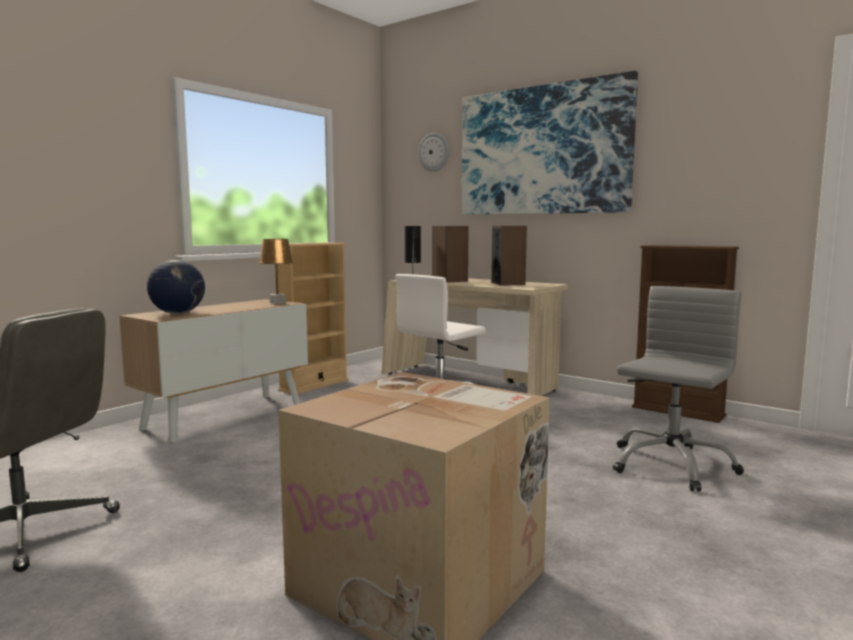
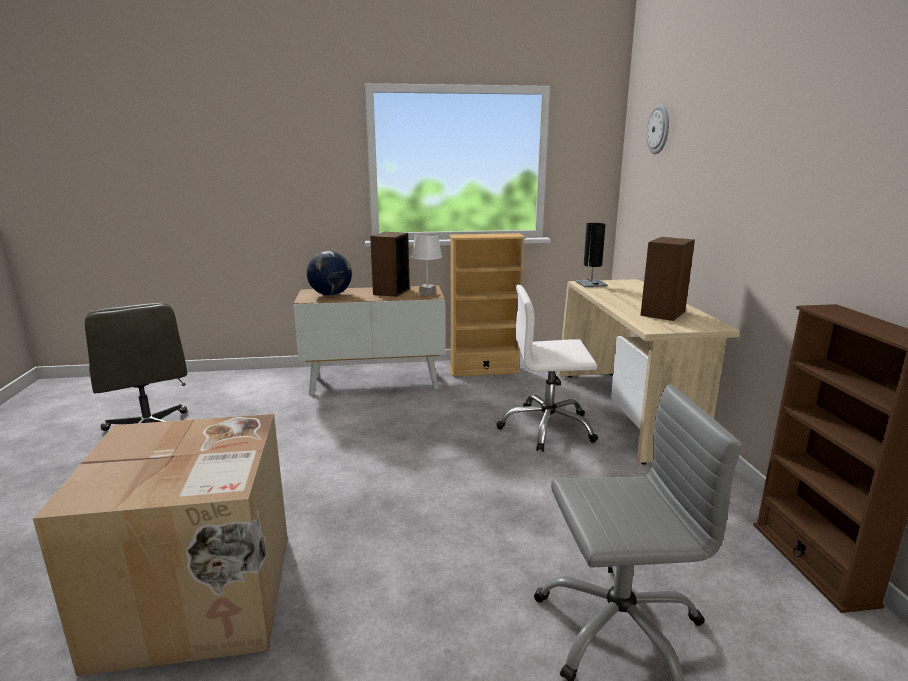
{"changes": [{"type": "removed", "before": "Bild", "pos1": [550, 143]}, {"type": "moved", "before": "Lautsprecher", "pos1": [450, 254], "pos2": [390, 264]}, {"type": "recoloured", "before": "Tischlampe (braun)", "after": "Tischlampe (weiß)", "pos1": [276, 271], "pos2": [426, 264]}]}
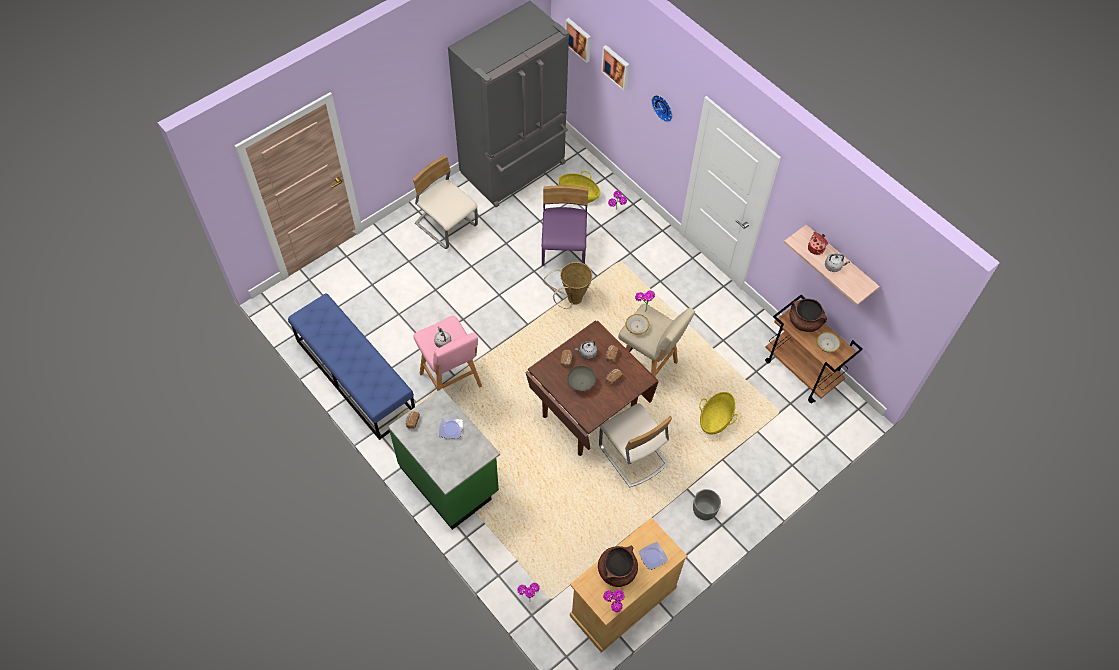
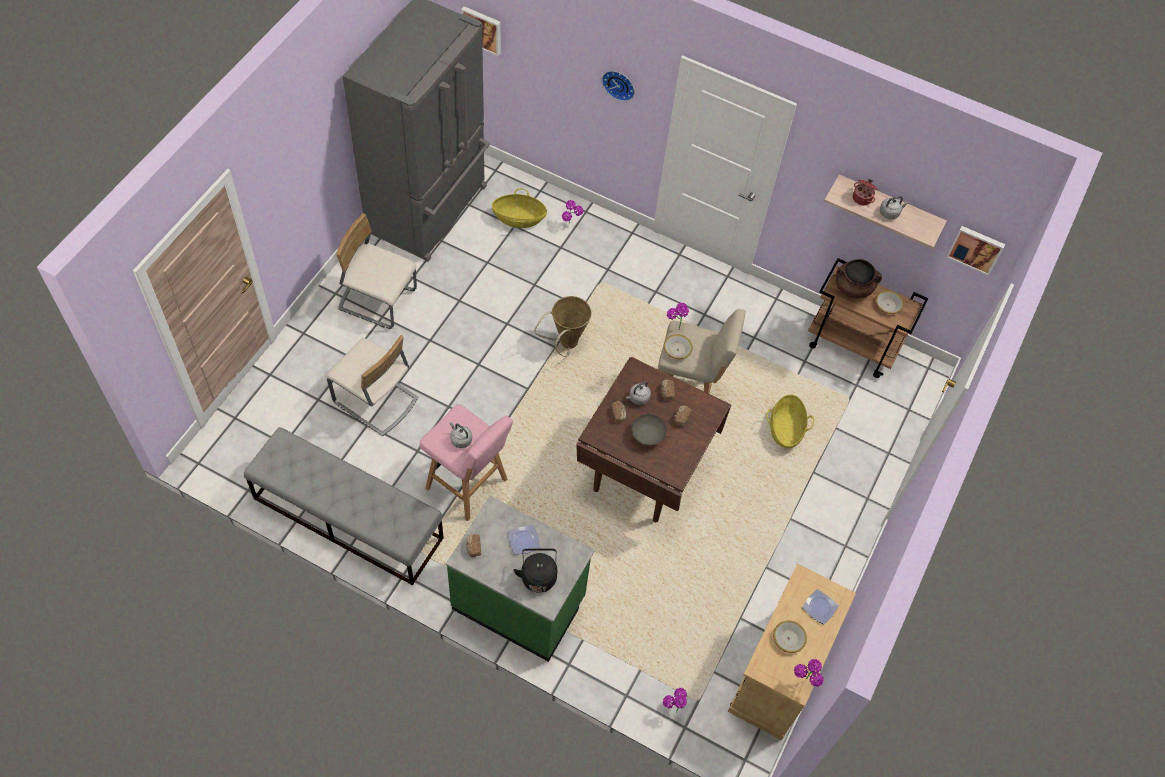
{"changes": [{"type": "removed", "before": "Stuhl (lila)", "pos1": [564, 225]}, {"type": "removed", "before": "Pflanzkübel (grau)", "pos1": [707, 504]}, {"type": "added", "after": "Wasserkessel (schwarz)", "pos2": [536, 570]}, {"type": "moved", "before": "Stuhl (beige)", "pos1": [635, 445], "pos2": [372, 385]}, {"type": "moved", "before": "Bild", "pos1": [615, 68], "pos2": [975, 251]}, {"type": "replaced", "before": "Kochtopf (braun)", "after": "Schüssel", "pos1": [618, 566], "pos2": [790, 637]}, {"type": "recoloured", "before": "Bank (blau)", "after": "Bank (grau)", "pos1": [351, 366], "pos2": [344, 506]}]}
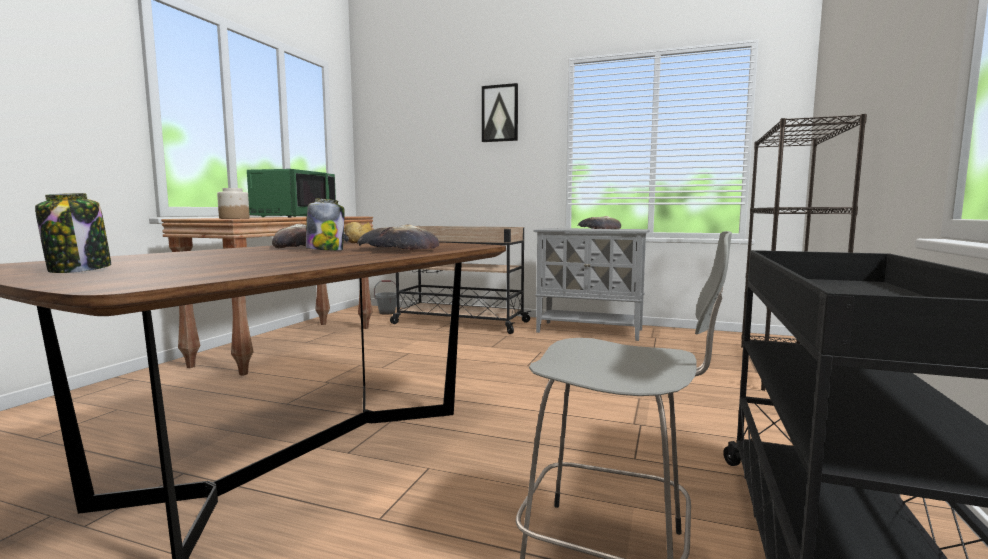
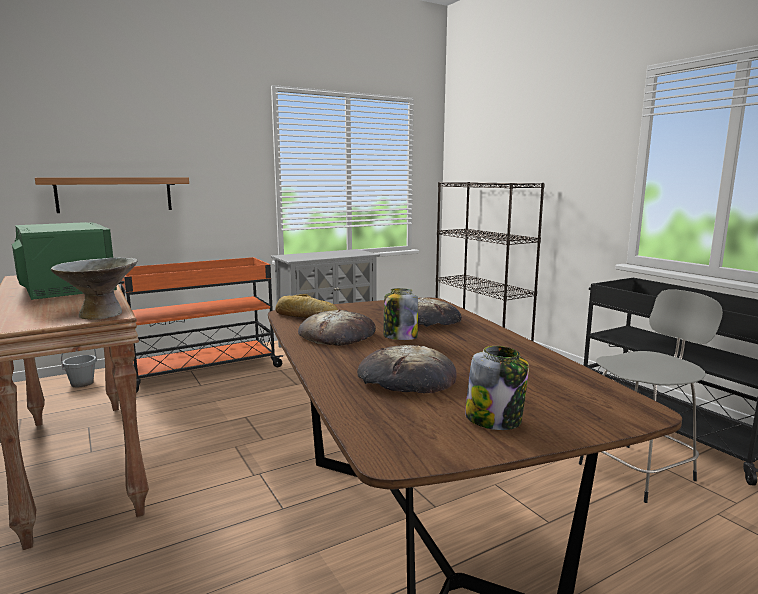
{"changes": [{"type": "removed", "before": "Bild", "pos1": [500, 112]}, {"type": "added", "after": "Wandregal", "pos2": [112, 195]}, {"type": "moved", "before": "Brot", "pos1": [599, 222], "pos2": [407, 369]}, {"type": "replaced", "before": "Vorratsglas", "after": "Schüssel (grau)", "pos1": [233, 203], "pos2": [94, 289]}, {"type": "recoloured", "before": "Rollwagen (beige)", "after": "Rollwagen (orange)", "pos1": [461, 280], "pos2": [201, 325]}]}
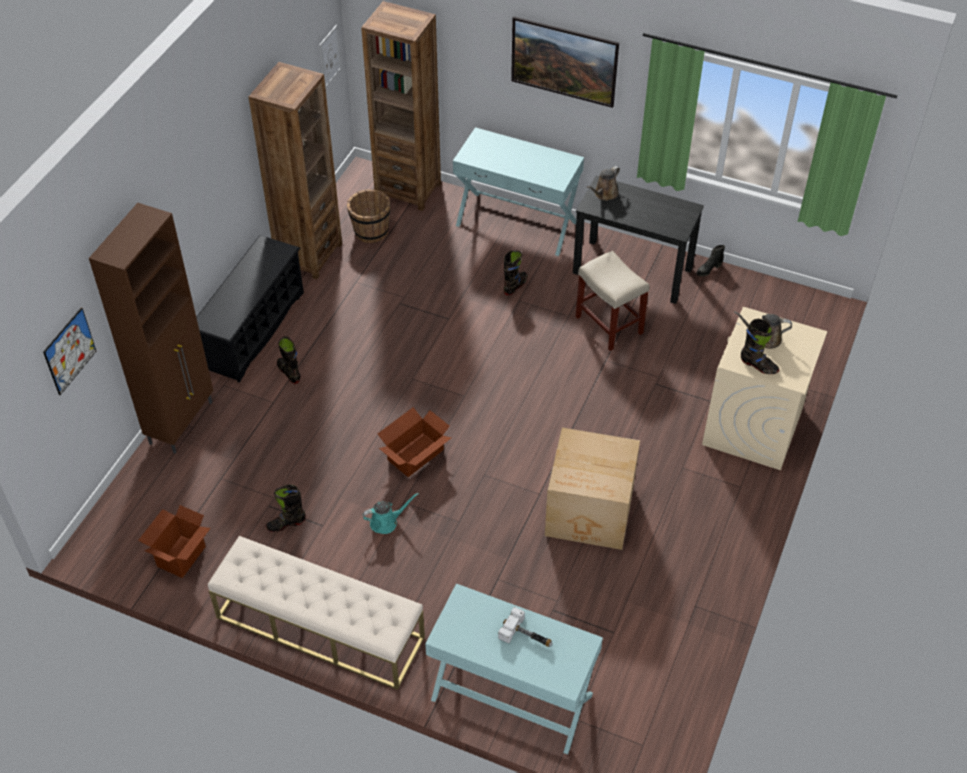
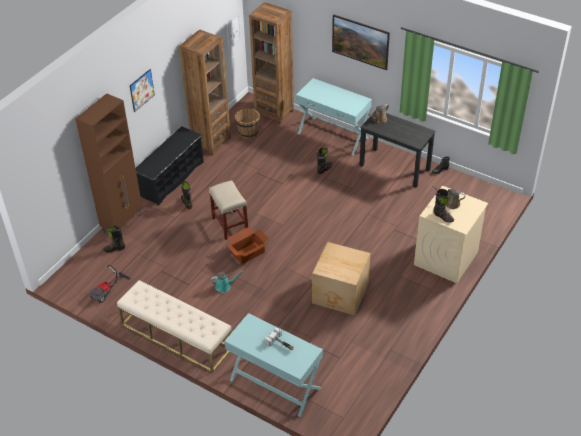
{"changes": [{"type": "moved", "before": "Bild", "pos1": [69, 351], "pos2": [142, 90]}, {"type": "moved", "before": "Stiefel (schwarz)", "pos1": [286, 508], "pos2": [114, 239]}, {"type": "moved", "before": "Hocker (beige)", "pos1": [612, 301], "pos2": [228, 210]}, {"type": "replaced", "before": "Karton", "after": "Staubsauger", "pos1": [174, 541], "pos2": [109, 284]}]}
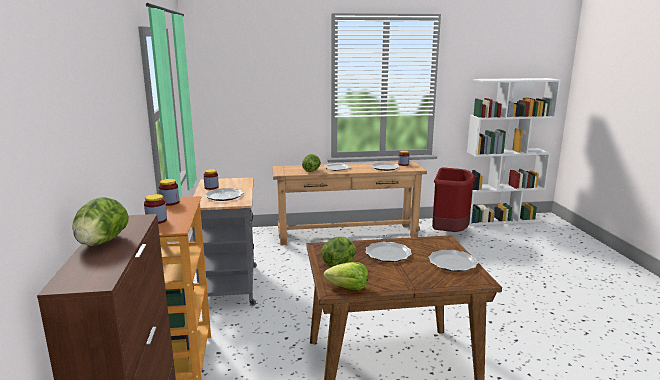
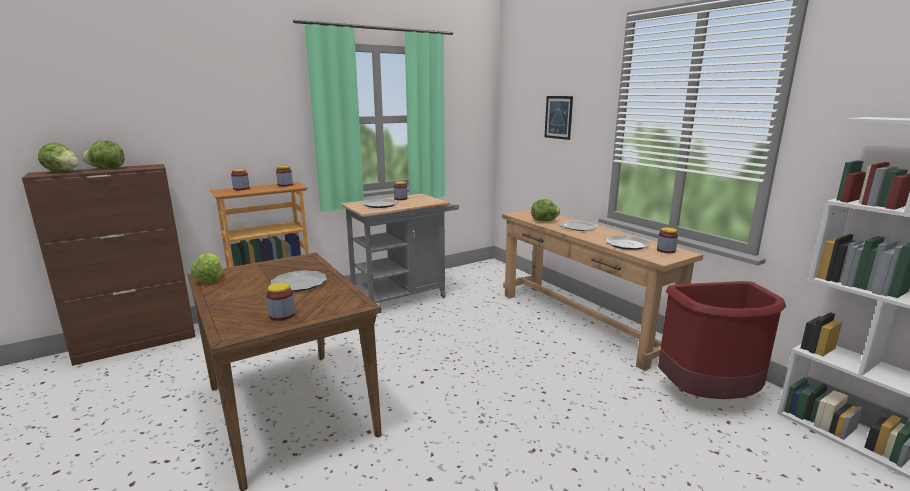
{"changes": [{"type": "added", "after": "Bild", "pos2": [559, 118]}, {"type": "moved", "before": "Salatkopf", "pos1": [338, 252], "pos2": [58, 157]}, {"type": "replaced", "before": "Teller", "after": "Vorratsglas", "pos1": [453, 261], "pos2": [280, 301]}]}
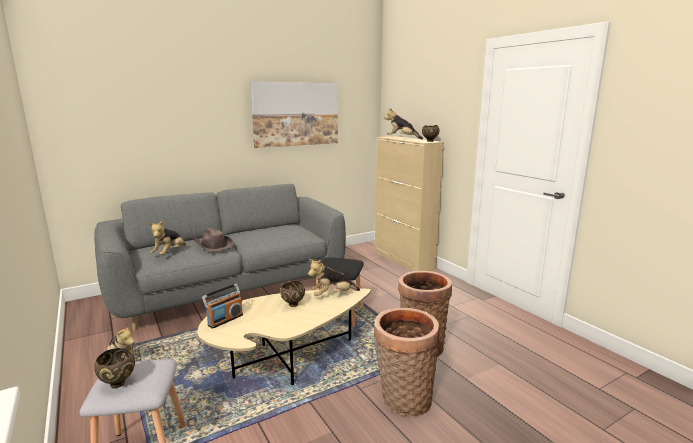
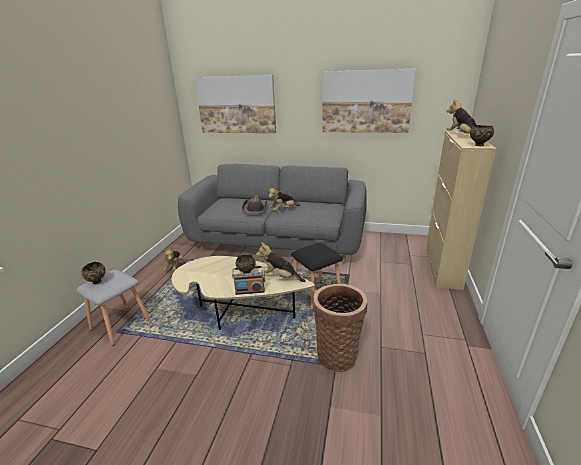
{"changes": [{"type": "removed", "before": "Korb", "pos1": [406, 362]}, {"type": "added", "after": "Bild", "pos2": [235, 104]}, {"type": "moved", "before": "Plüschtier", "pos1": [167, 237], "pos2": [284, 199]}, {"type": "moved", "before": "Radio", "pos1": [222, 306], "pos2": [248, 280]}]}
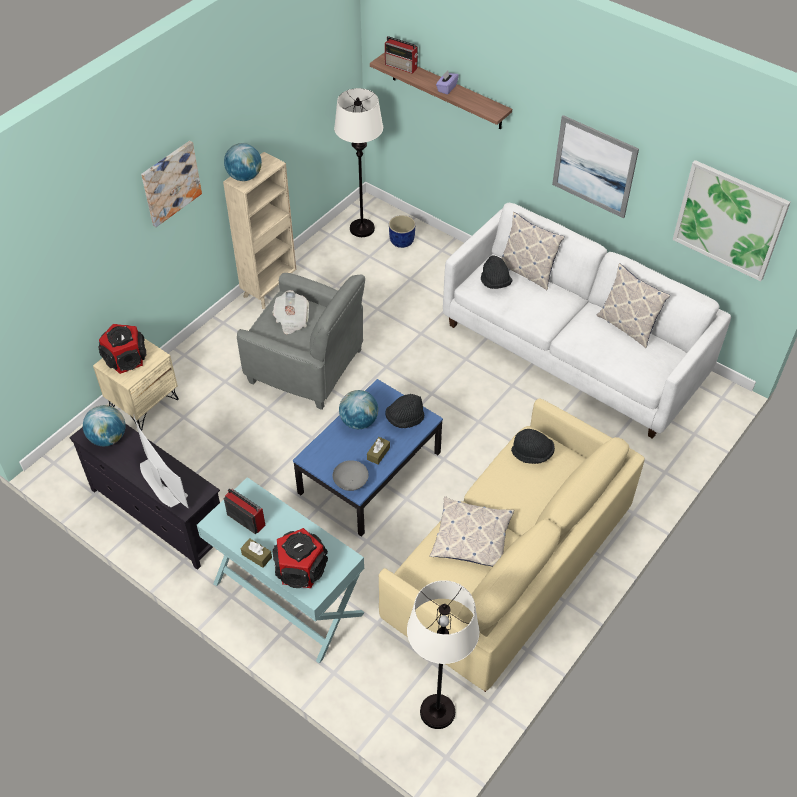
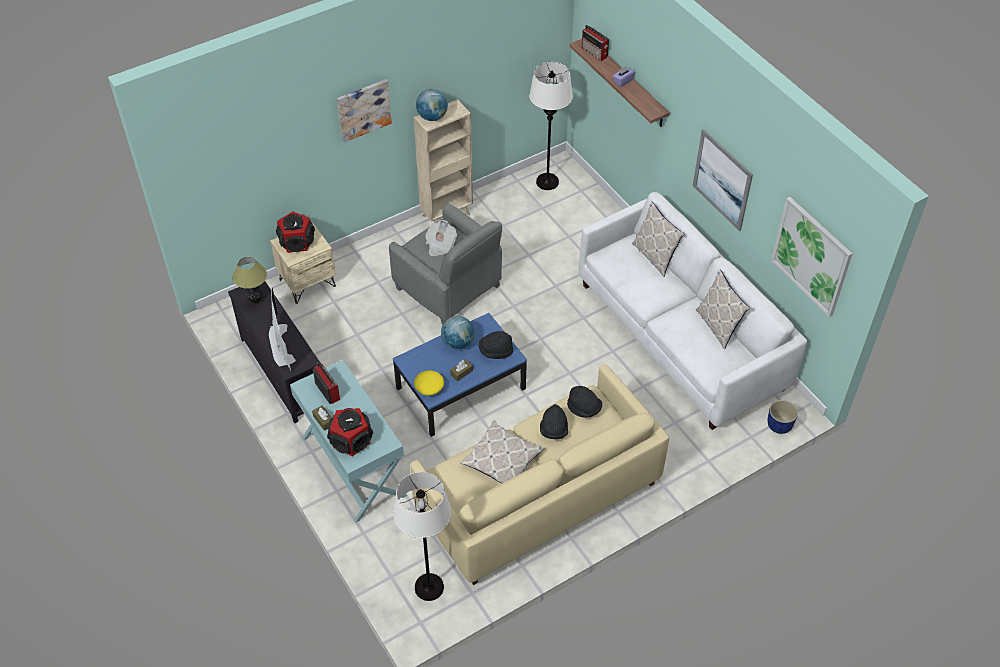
{"changes": [{"type": "moved", "before": "Pflanzkübel (blau)", "pos1": [402, 231], "pos2": [782, 417]}, {"type": "moved", "before": "Hut (schwarz)", "pos1": [496, 272], "pos2": [554, 421]}, {"type": "replaced", "before": "Globus", "after": "Tischlampe", "pos1": [104, 425], "pos2": [250, 280]}, {"type": "recoloured", "before": "Schüssel (grau)", "after": "Schüssel (gelb)", "pos1": [351, 475], "pos2": [429, 383]}]}
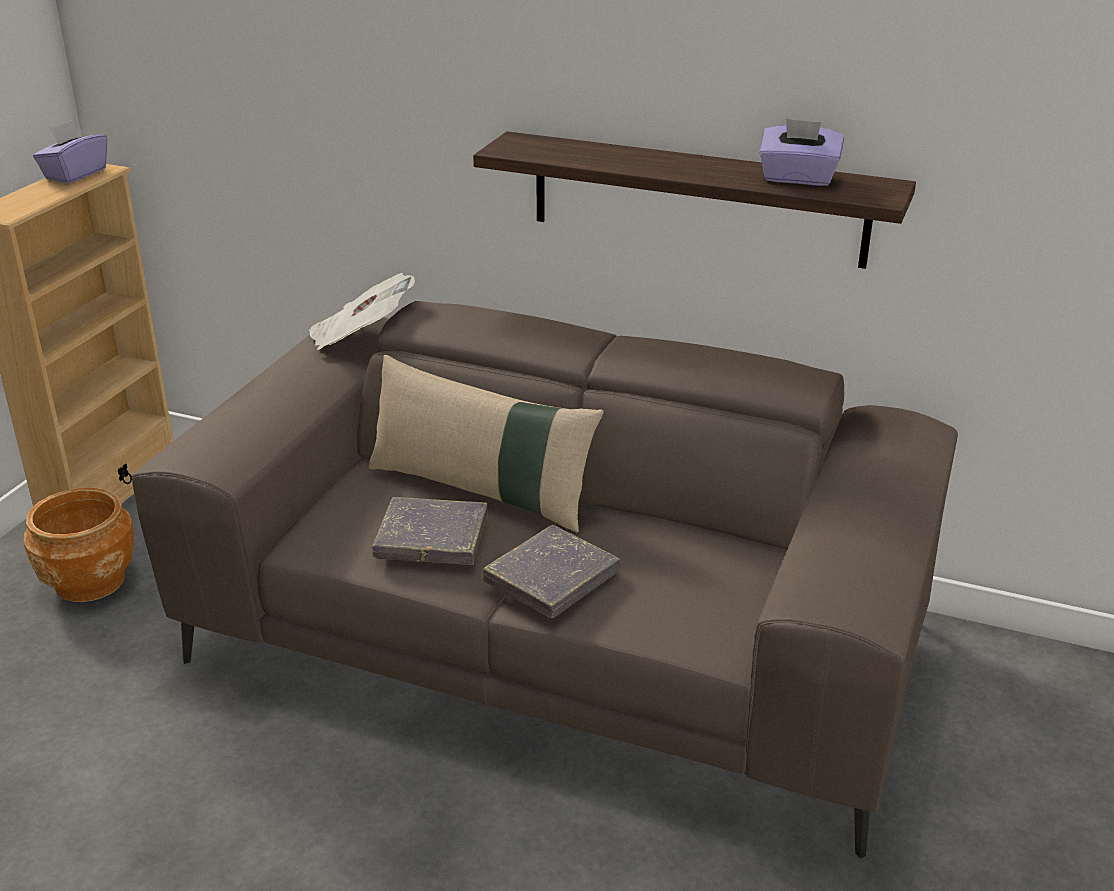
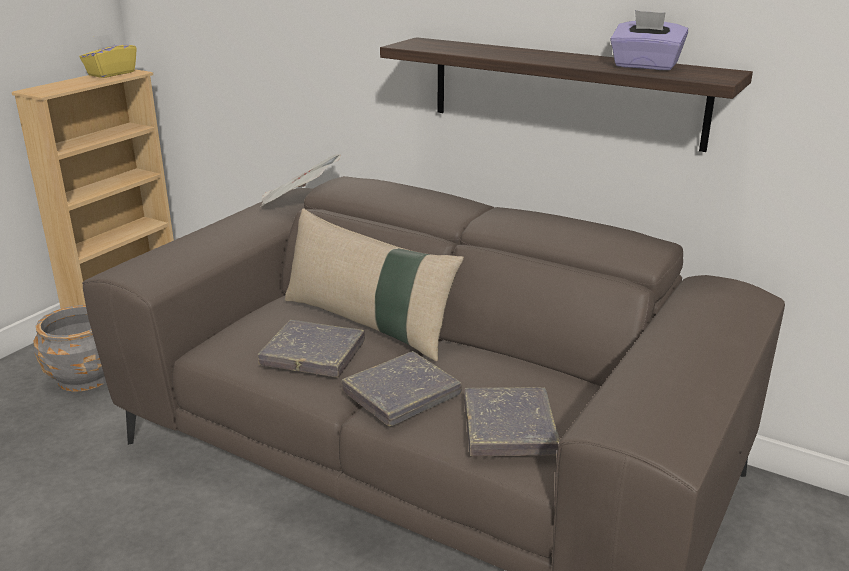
{"changes": [{"type": "added", "after": "Buch (grau)", "pos2": [512, 421]}, {"type": "recoloured", "before": "Pflanzkübel (braun)", "after": "Pflanzkübel (grau)", "pos1": [78, 544], "pos2": [69, 348]}, {"type": "recoloured", "before": "Taschentuchbox (lila)", "after": "Taschentuchbox (gelb)", "pos1": [70, 151], "pos2": [108, 56]}]}
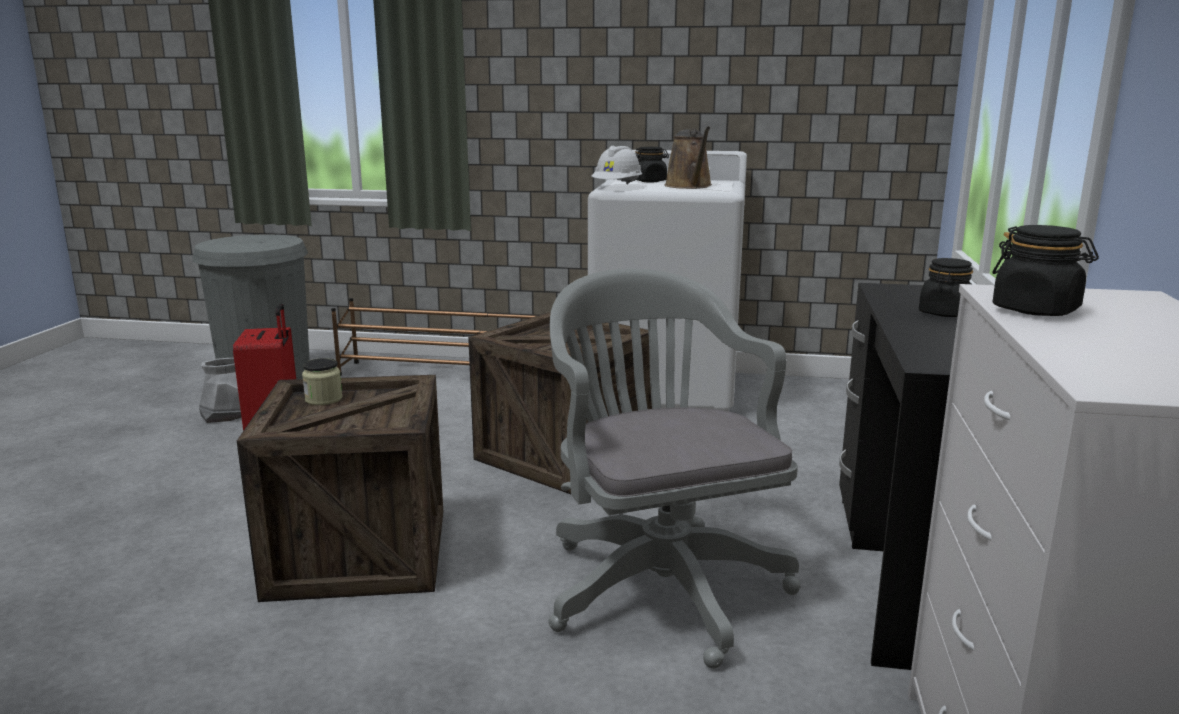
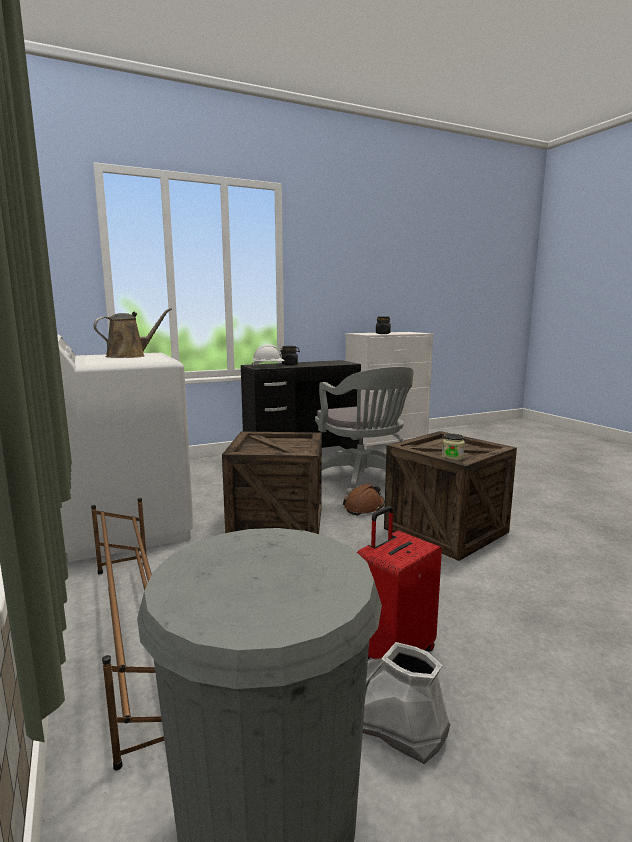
{"changes": [{"type": "removed", "before": "Vorratsglas (schwarz)", "pos1": [652, 165]}, {"type": "added", "after": "Schutzhelm (braun)", "pos2": [364, 500]}, {"type": "moved", "before": "Schutzhelm (weiß)", "pos1": [616, 165], "pos2": [268, 356]}, {"type": "turned", "before": "Bürostuhl (grau)", "pos1": [674, 468], "pos2": [364, 430], "turn": -60}]}
